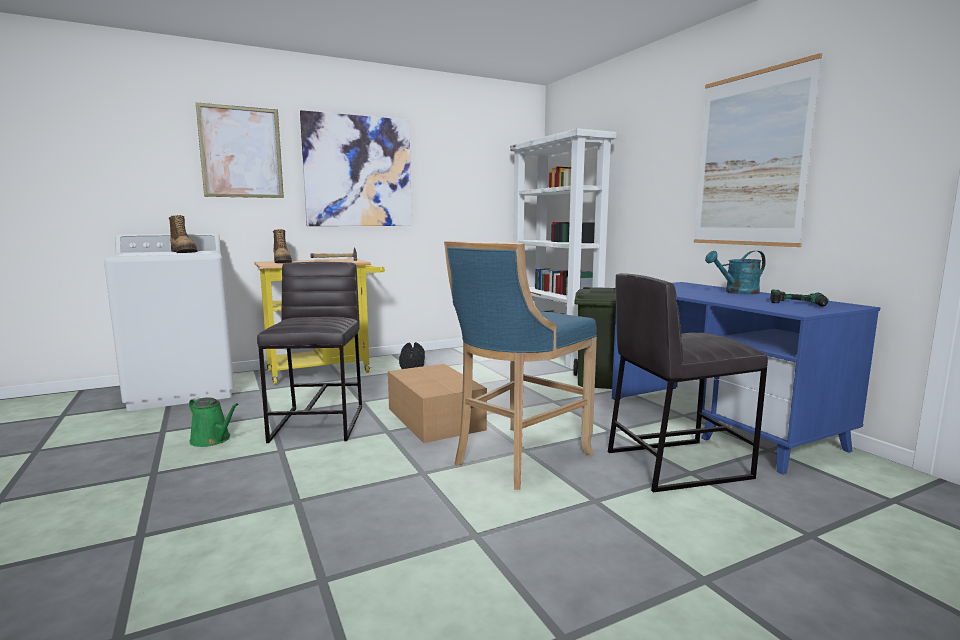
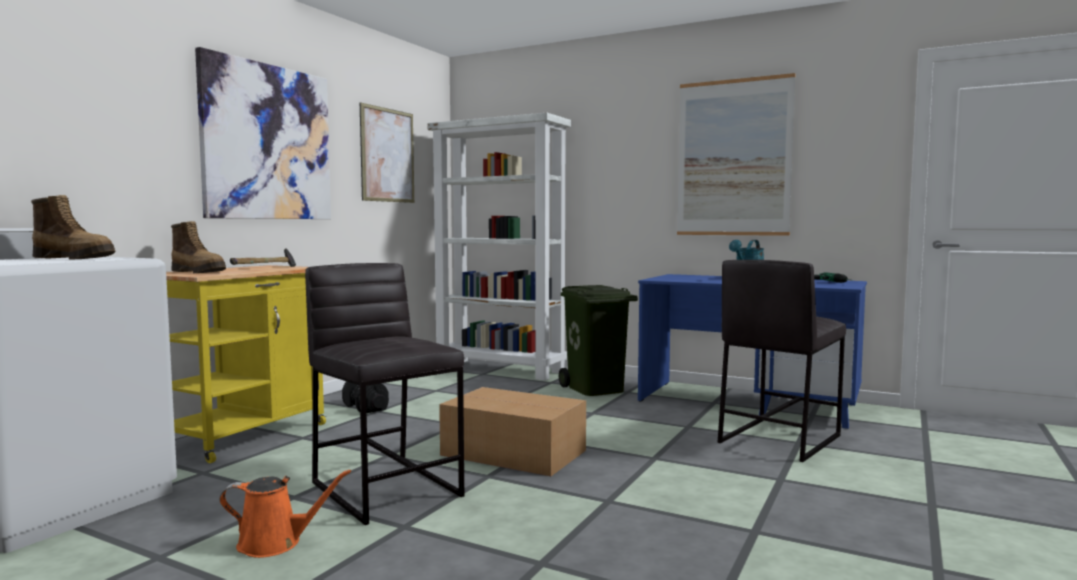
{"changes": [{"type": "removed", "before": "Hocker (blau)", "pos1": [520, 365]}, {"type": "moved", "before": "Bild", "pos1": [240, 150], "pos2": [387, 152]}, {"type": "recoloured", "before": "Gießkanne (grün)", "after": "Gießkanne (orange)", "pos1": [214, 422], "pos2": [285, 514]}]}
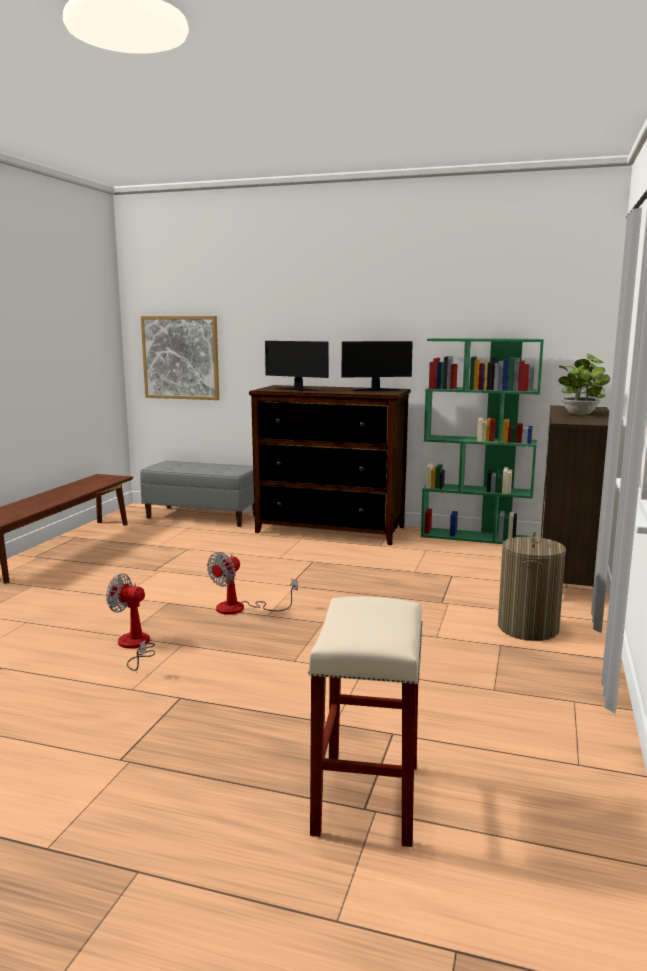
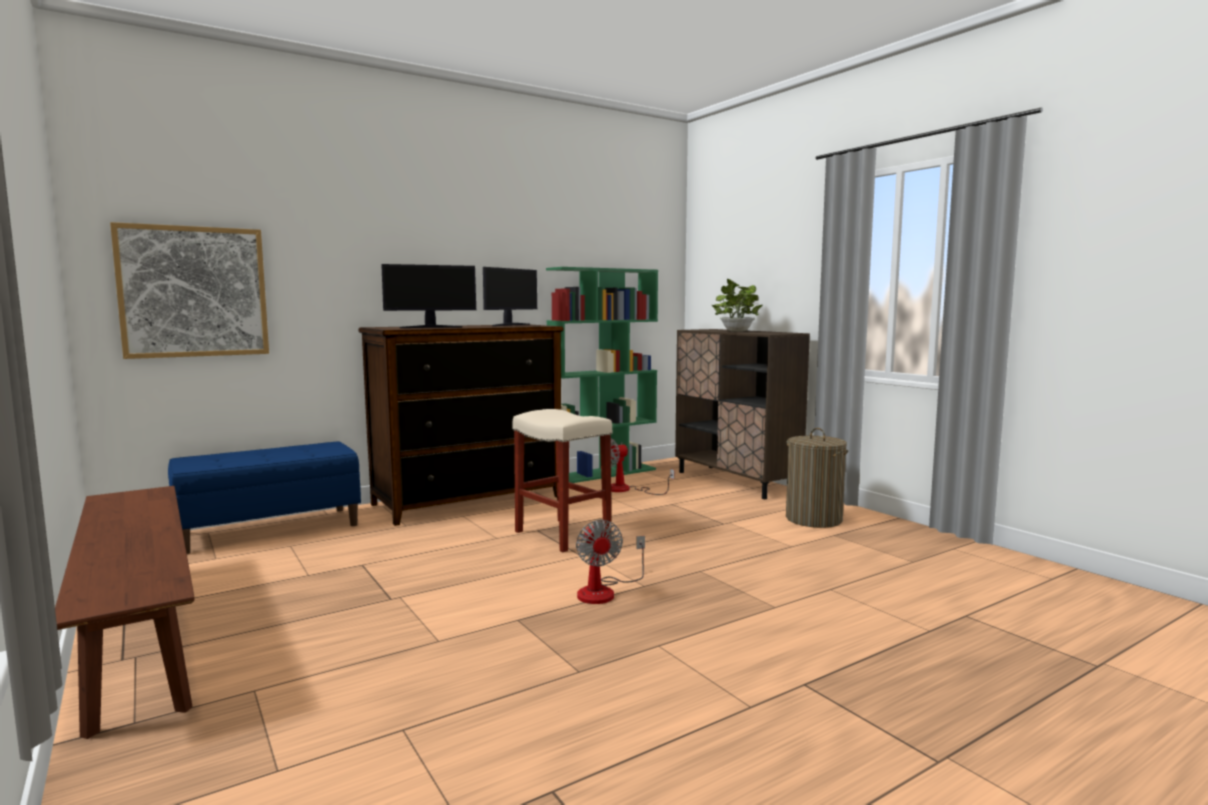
{"changes": [{"type": "moved", "before": "Ventilator", "pos1": [130, 622], "pos2": [637, 466]}, {"type": "moved", "before": "Hocker (beige)", "pos1": [365, 721], "pos2": [562, 480]}, {"type": "recoloured", "before": "Bank (grau)", "after": "Bank (blau)", "pos1": [197, 494], "pos2": [264, 497]}]}
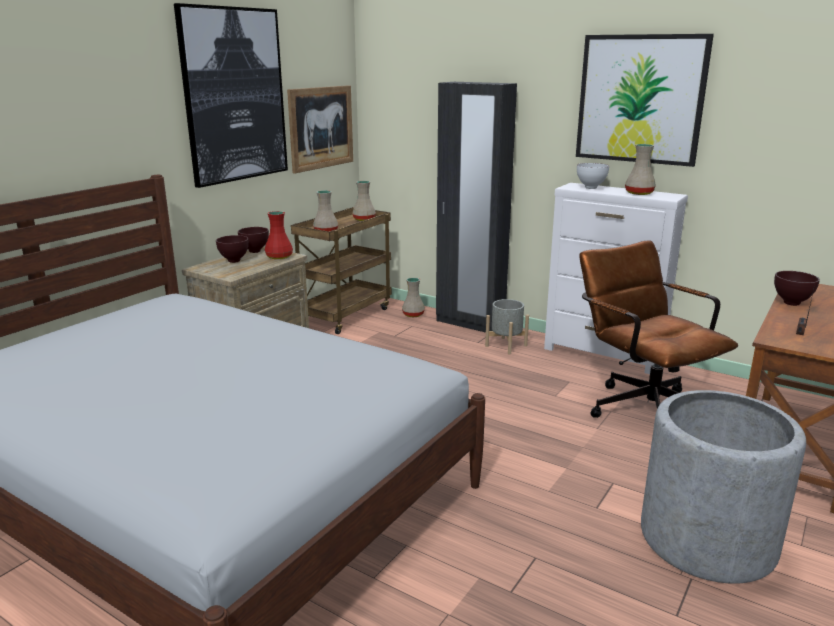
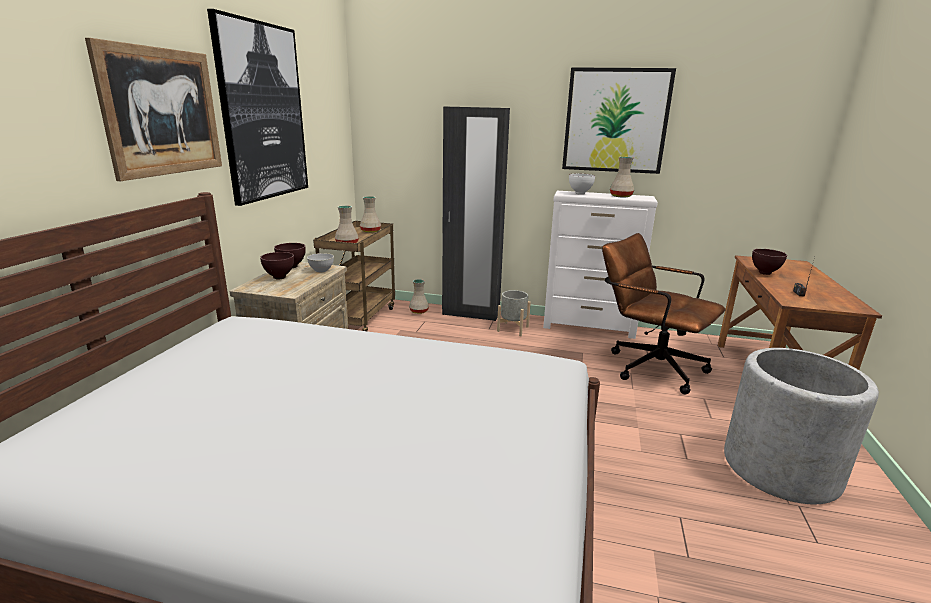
{"changes": [{"type": "moved", "before": "Bild", "pos1": [320, 129], "pos2": [153, 109]}, {"type": "replaced", "before": "Vase (rot)", "after": "Schüssel (grau)", "pos1": [279, 235], "pos2": [320, 262]}]}
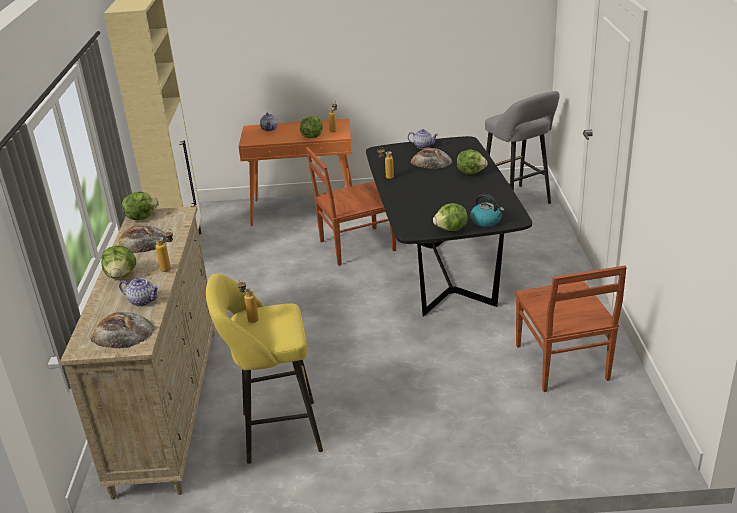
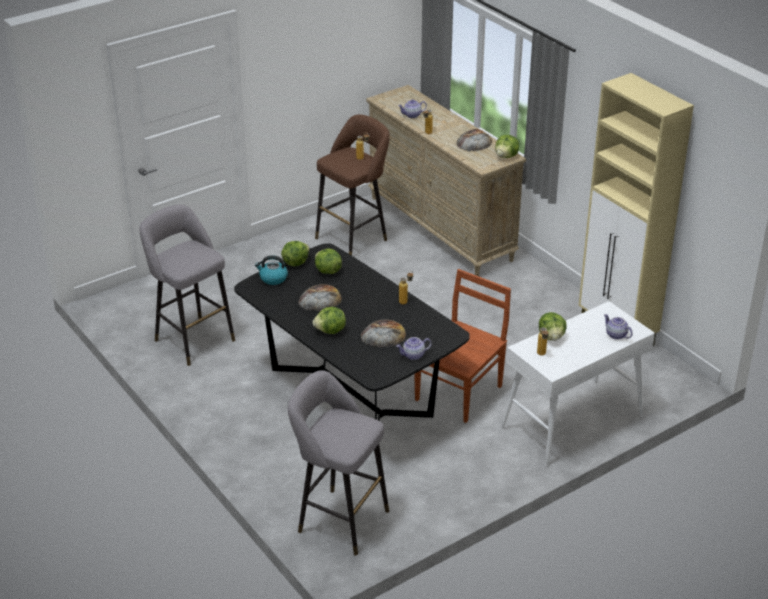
{"changes": [{"type": "moved", "before": "Brot", "pos1": [122, 330], "pos2": [320, 297]}, {"type": "moved", "before": "Salatkopf", "pos1": [118, 262], "pos2": [328, 261]}, {"type": "replaced", "before": "Stuhl (braun)", "after": "Hocker (grau)", "pos1": [571, 329], "pos2": [187, 285]}, {"type": "recoloured", "before": "Hocker (gelb)", "after": "Hocker (braun)", "pos1": [264, 369], "pos2": [352, 185]}, {"type": "recoloured", "before": "Konsolentisch (orange)", "after": "Konsolentisch (weiß)", "pos1": [295, 172], "pos2": [578, 383]}]}
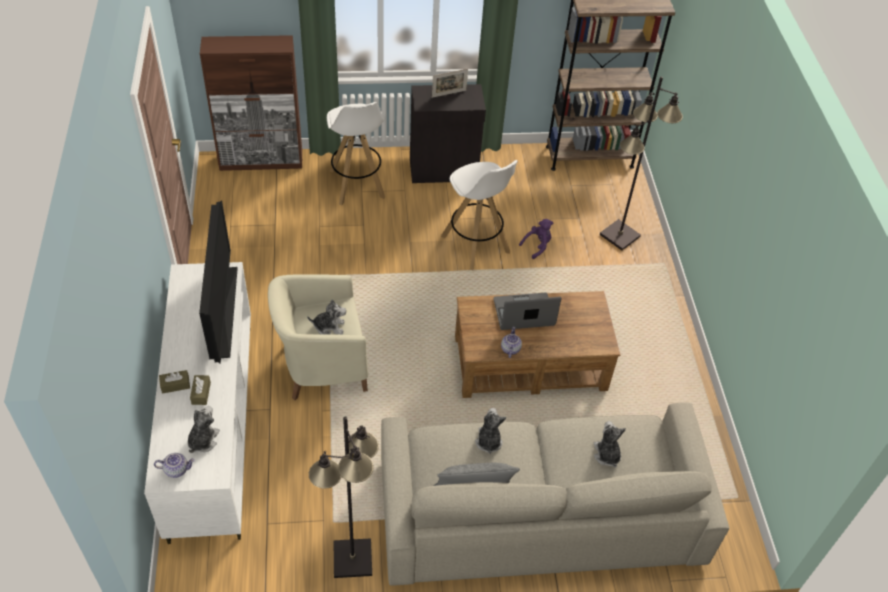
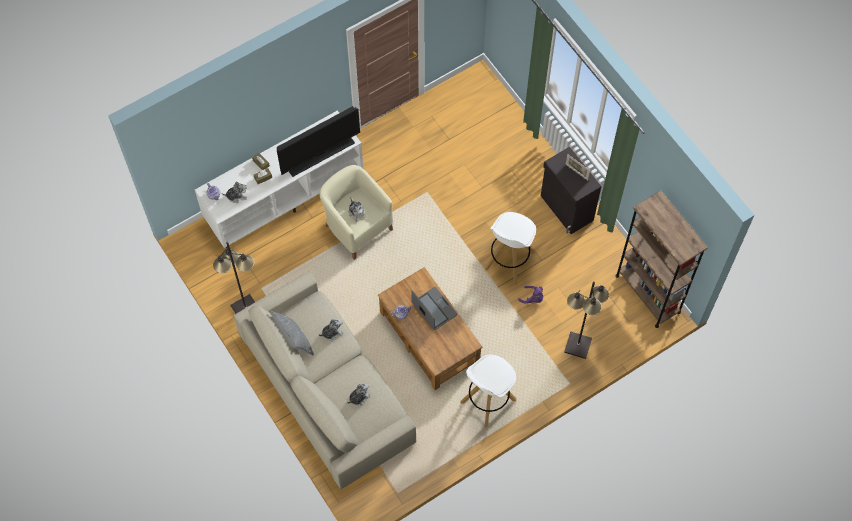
{"changes": [{"type": "removed", "before": "Schrank (braun)", "pos1": [251, 103]}, {"type": "moved", "before": "Hocker (weiß)", "pos1": [356, 153], "pos2": [488, 390]}]}
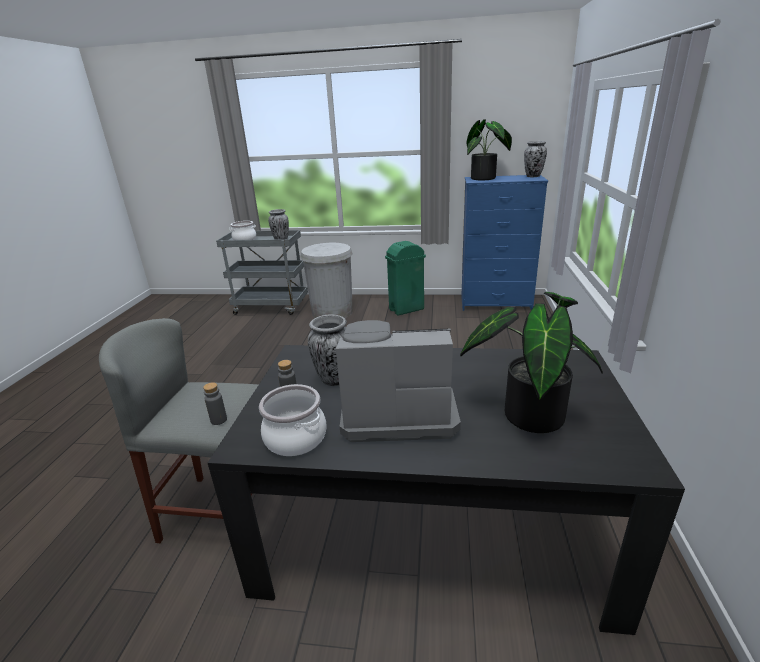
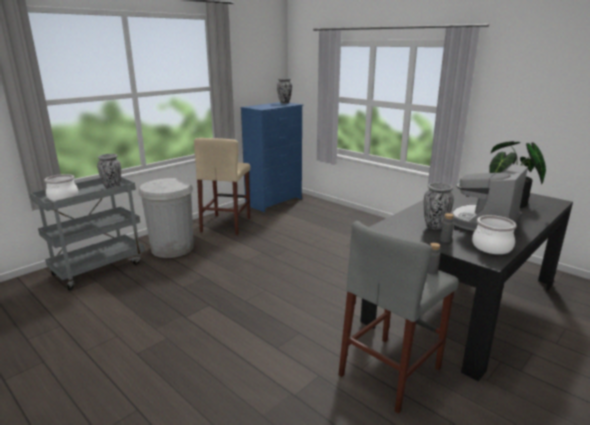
{"changes": [{"type": "removed", "before": "Topfpflanze", "pos1": [489, 149]}, {"type": "replaced", "before": "Mülleimer (grün)", "after": "Hocker (beige)", "pos1": [405, 278], "pos2": [222, 186]}]}
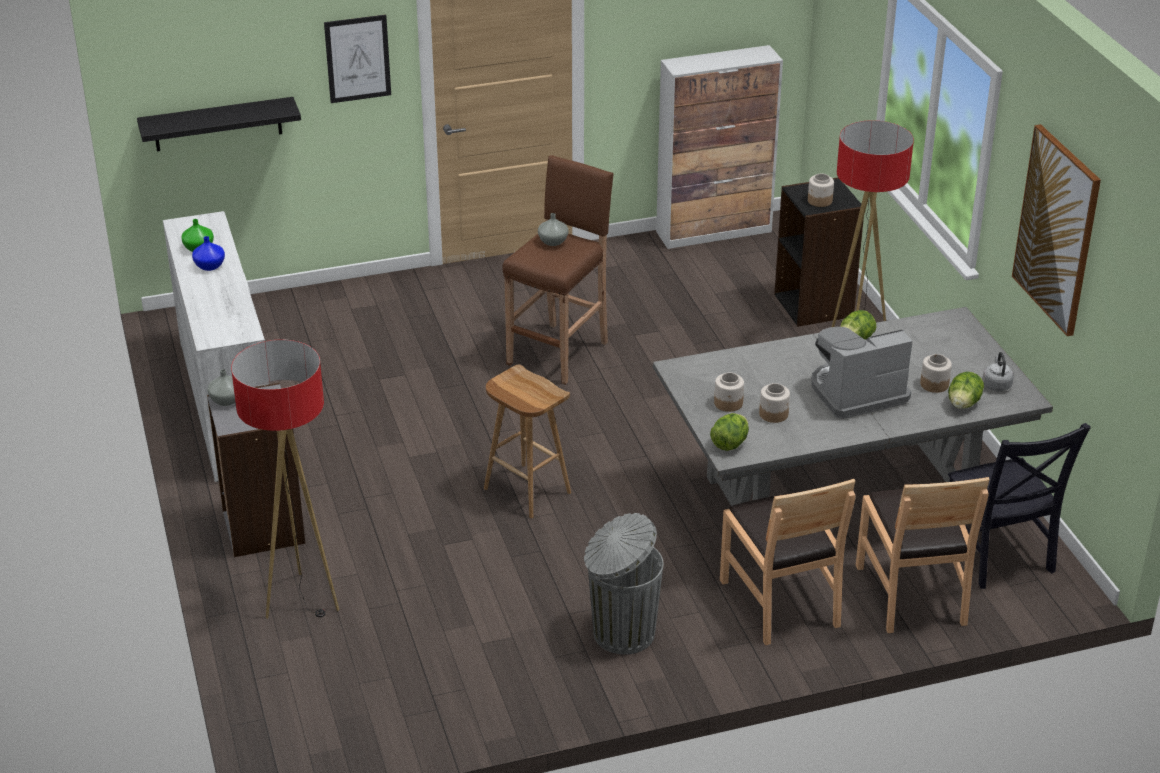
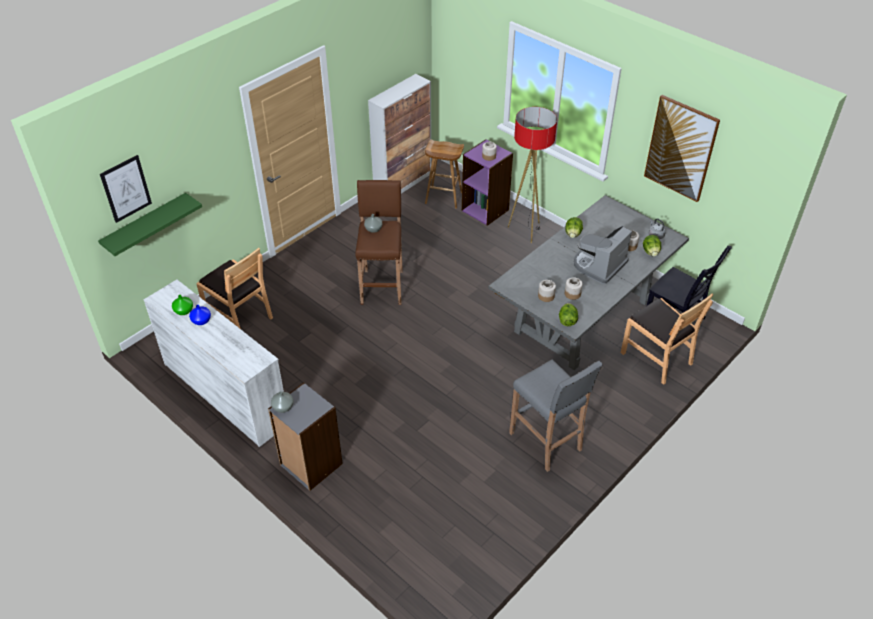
{"changes": [{"type": "removed", "before": "Stehlampe", "pos1": [285, 479]}, {"type": "moved", "before": "Bild", "pos1": [357, 59], "pos2": [126, 189]}, {"type": "moved", "before": "Hocker (braun)", "pos1": [527, 441], "pos2": [444, 174]}, {"type": "moved", "before": "Stuhl (braun)", "pos1": [787, 562], "pos2": [234, 288]}, {"type": "replaced", "before": "Mülleimer (grau)", "after": "Hocker (grau)", "pos1": [624, 583], "pos2": [556, 416]}, {"type": "recoloured", "before": "Wandregal (schwarz)", "after": "Wandregal (grün)", "pos1": [219, 124], "pos2": [150, 224]}, {"type": "recoloured", "before": "Bücherregal (schwarz)", "after": "Bücherregal (lila)", "pos1": [819, 252], "pos2": [487, 182]}]}
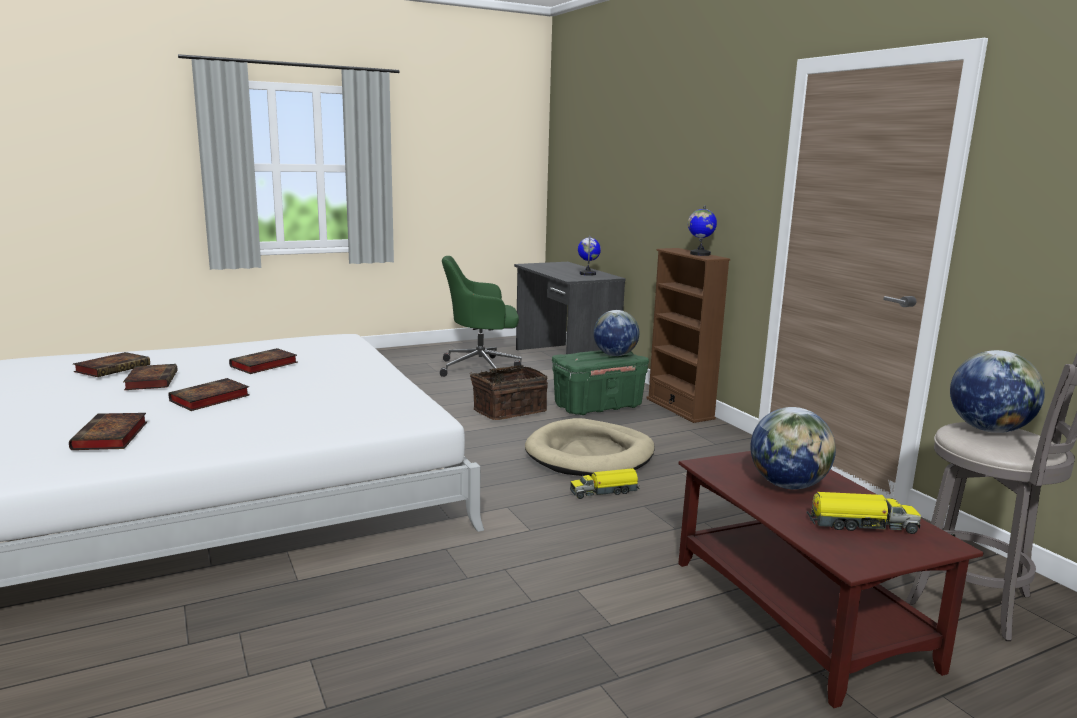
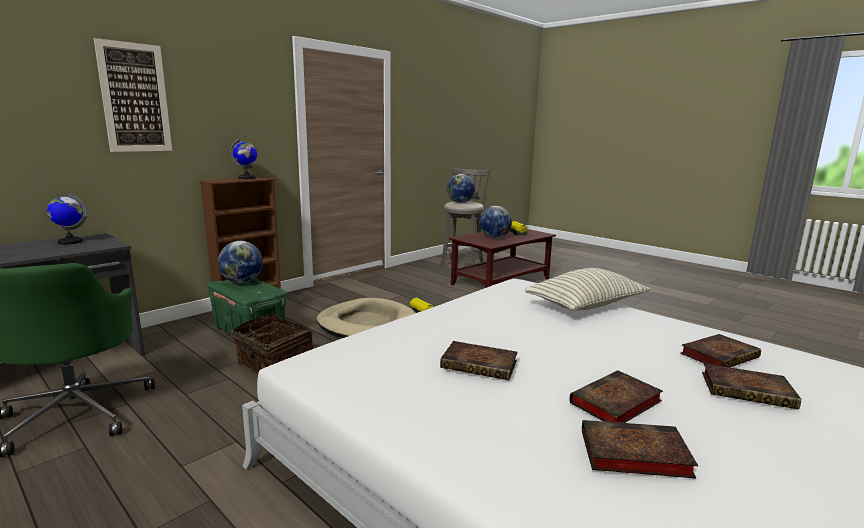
{"changes": [{"type": "added", "after": "Bild", "pos2": [133, 95]}, {"type": "added", "after": "Kissen", "pos2": [587, 289]}, {"type": "moved", "before": "Buch", "pos1": [209, 394], "pos2": [751, 386]}]}
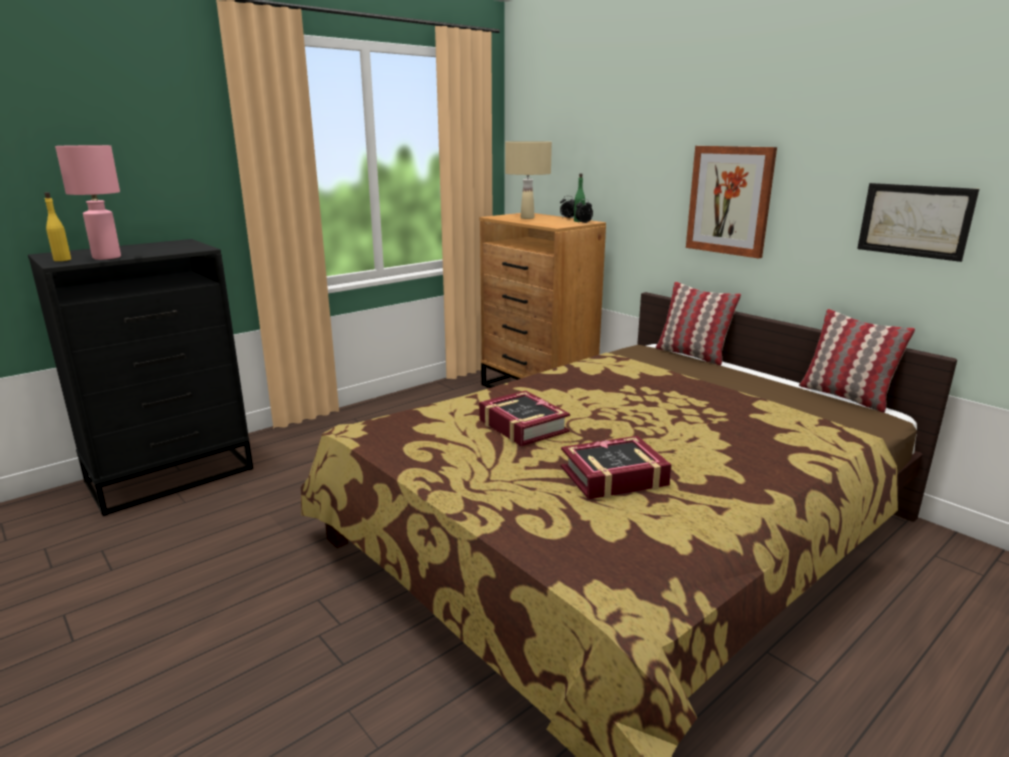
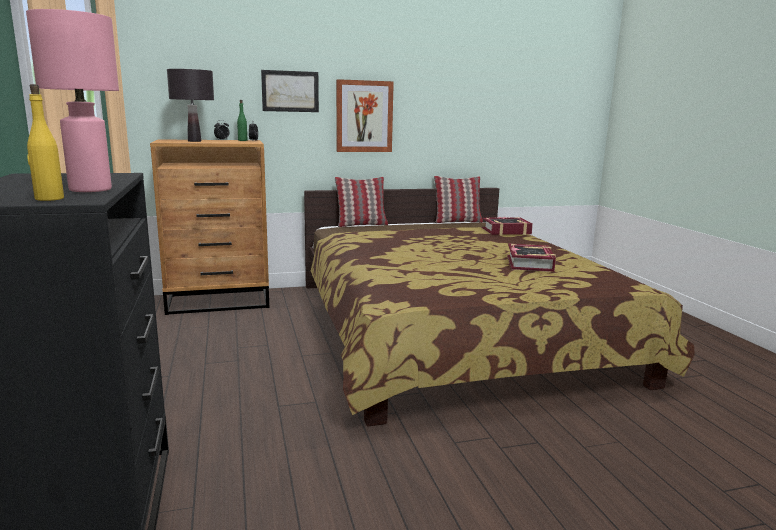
{"changes": [{"type": "moved", "before": "Buch", "pos1": [524, 418], "pos2": [507, 226]}, {"type": "moved", "before": "Bild", "pos1": [918, 222], "pos2": [290, 91]}, {"type": "recoloured", "before": "Tischlampe (beige)", "after": "Tischlampe (schwarz)", "pos1": [528, 180], "pos2": [190, 105]}]}
